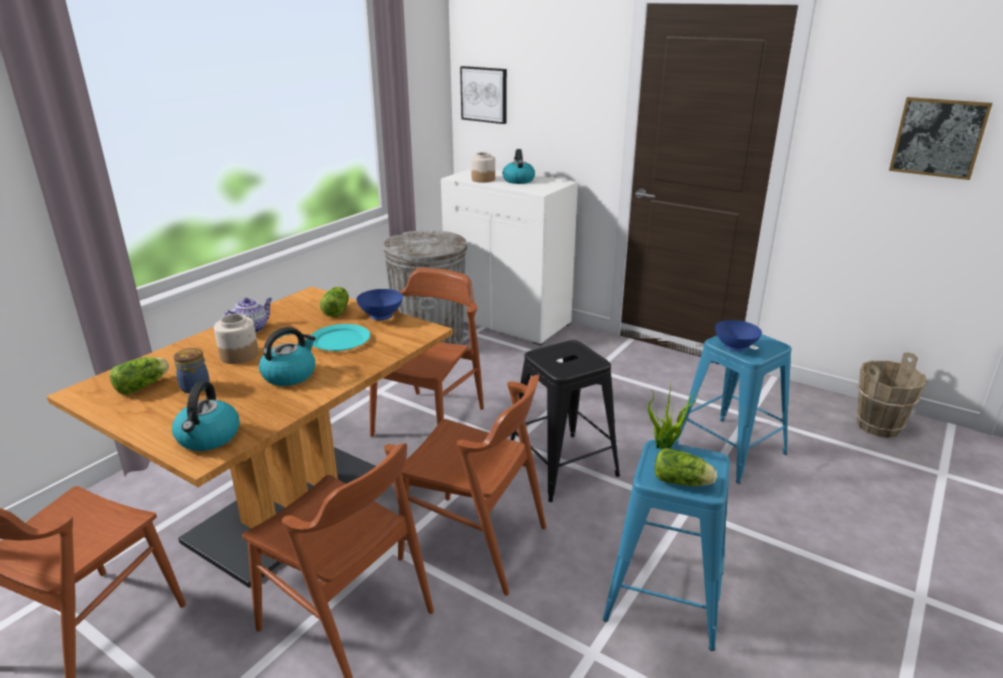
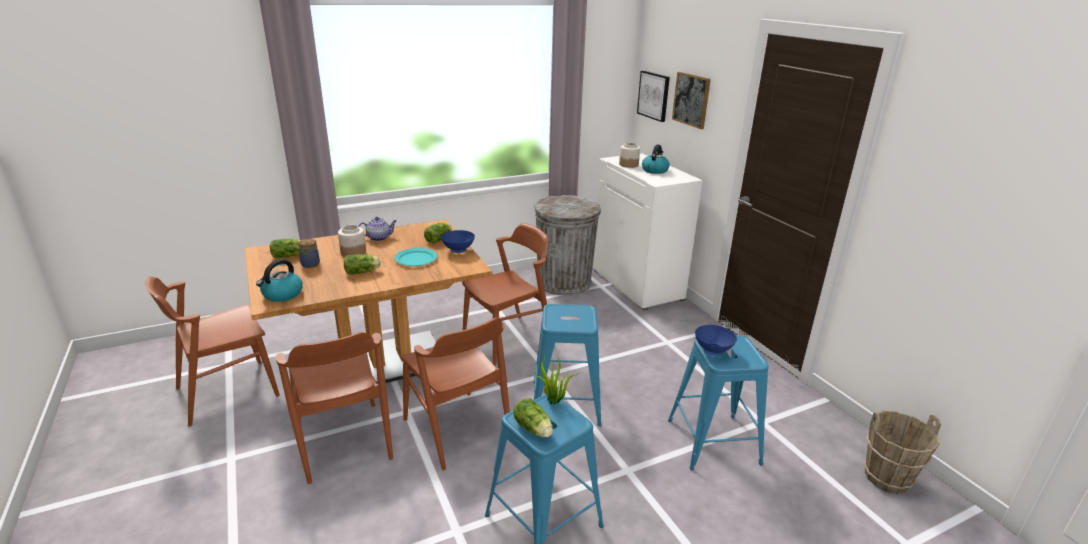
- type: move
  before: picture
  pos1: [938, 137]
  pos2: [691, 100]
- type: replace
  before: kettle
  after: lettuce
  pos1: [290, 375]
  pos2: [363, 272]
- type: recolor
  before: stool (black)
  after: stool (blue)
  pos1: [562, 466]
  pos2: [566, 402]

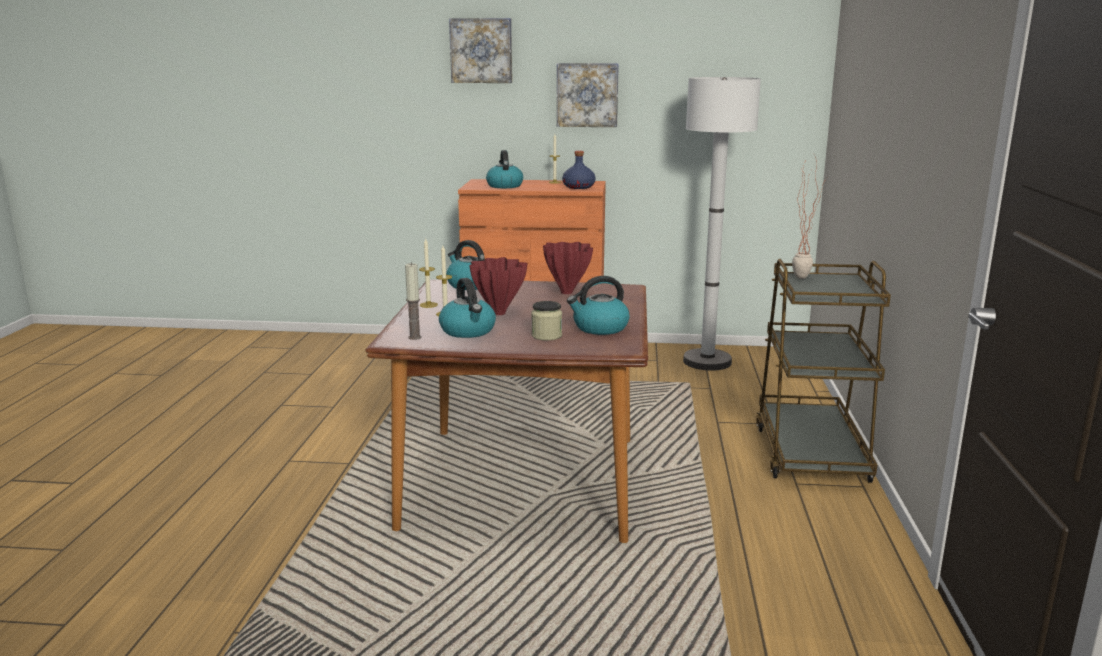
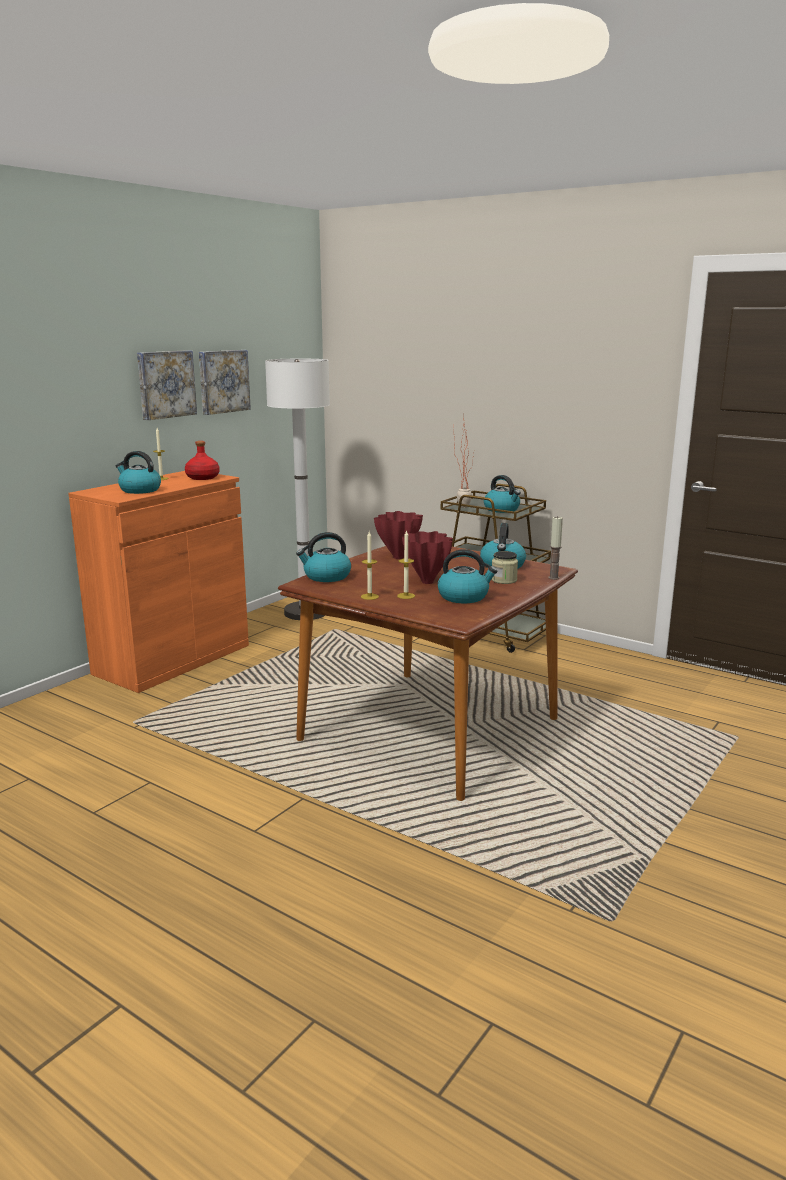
- type: move
  before: picture
  pos1: [481, 50]
  pos2: [222, 381]
- type: recolor
  before: bottle (blue)
  after: bottle (red)
  pos1: [578, 187]
  pos2: [203, 478]
- type: move
  before: candle
  pos1: [415, 337]
  pos2: [553, 578]
- type: insert
  after: kettle
  pos2: [502, 509]

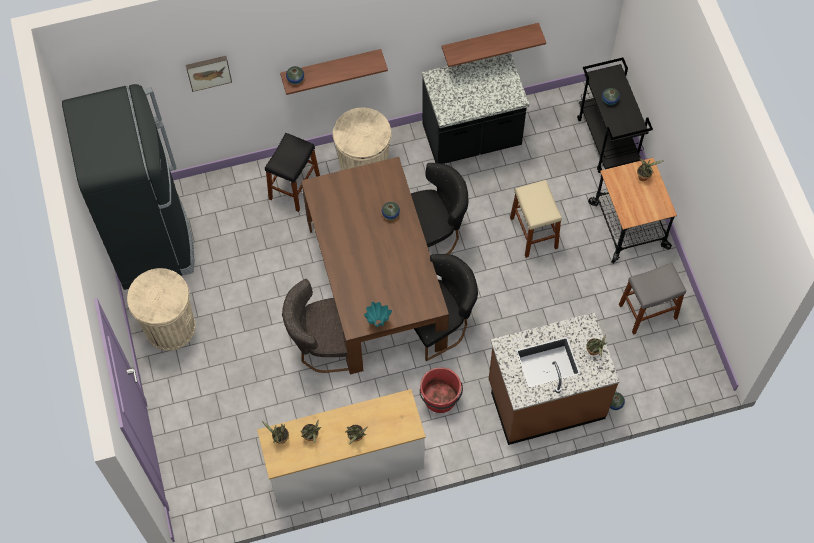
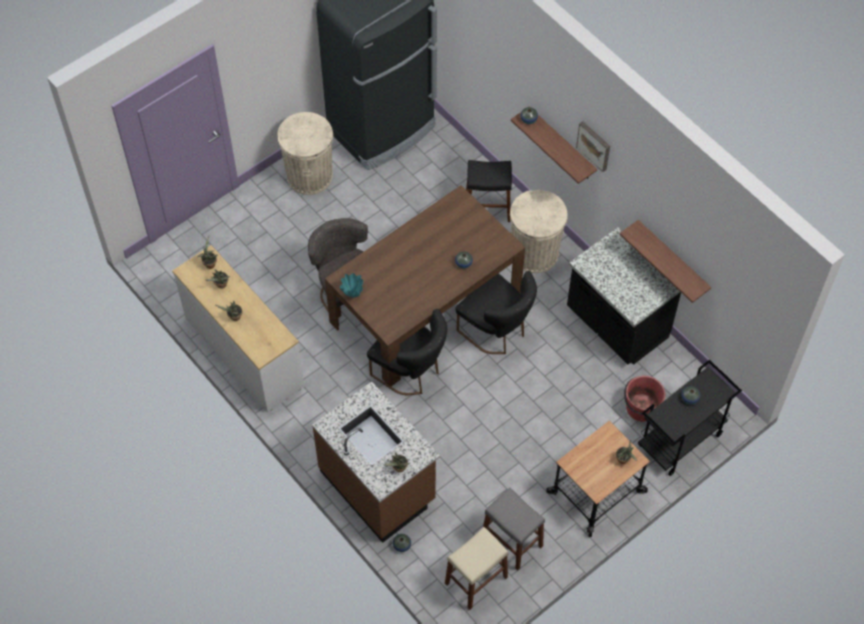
- type: move
  before: picture
  pos1: [208, 71]
  pos2: [594, 145]
- type: move
  before: stool (beige)
  pos1: [533, 233]
  pos2: [476, 580]
- type: move
  before: bucket (red)
  pos1: [440, 398]
  pos2: [641, 408]

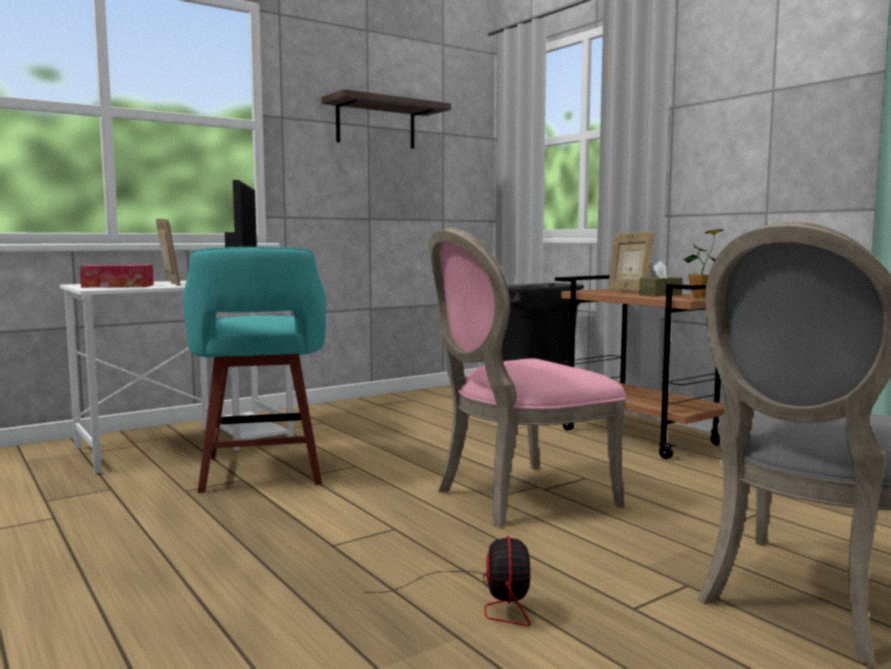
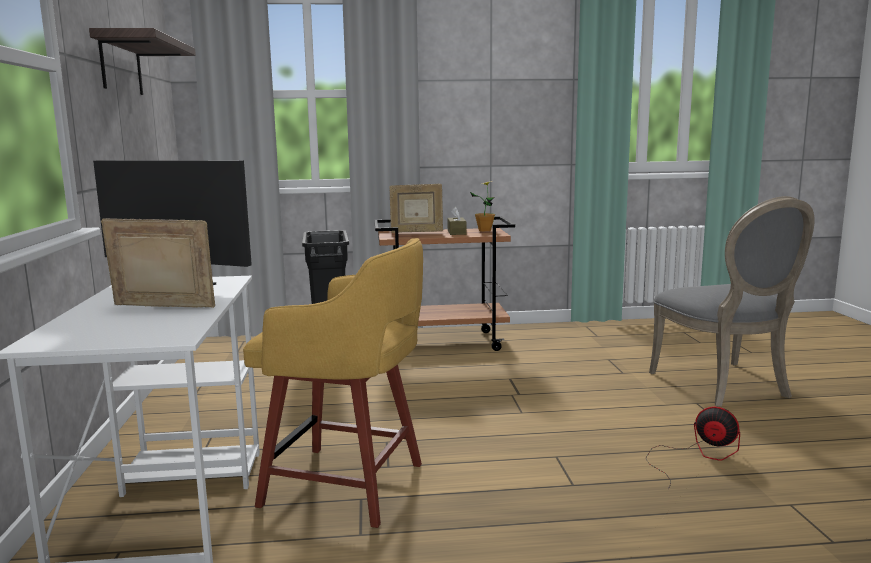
- type: delete
  before: chair (pink)
  pos1: [517, 497]
- type: recolor
  before: stool (turquoise)
  after: stool (yellow)
  pos1: [261, 472]
  pos2: [348, 486]
- type: delete
  before: tissue box
  pos1: [118, 286]

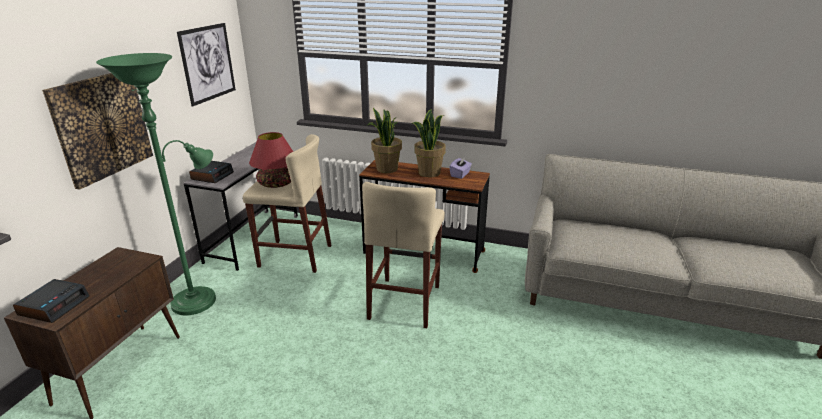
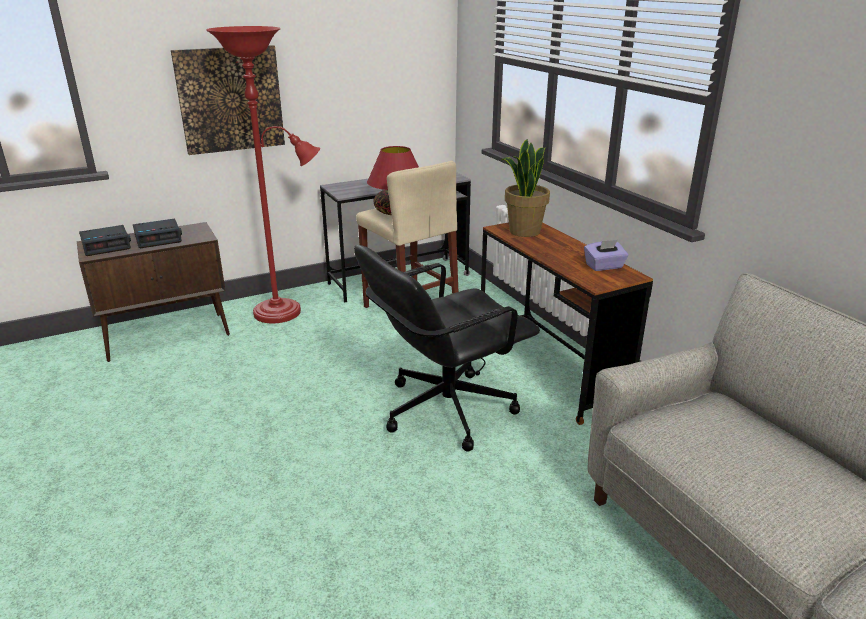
- type: delete
  before: picture
  pos1: [208, 63]
- type: recolor
  before: floor lamp (green)
  after: floor lamp (red)
  pos1: [199, 299]
  pos2: [284, 312]
- type: delete
  before: potted plant
  pos1: [429, 173]
- type: move
  before: alarm clock
  pos1: [212, 176]
  pos2: [158, 238]
- type: replace
  before: stool (beige)
  after: office chair (black)
  pos1: [405, 302]
  pos2: [445, 409]

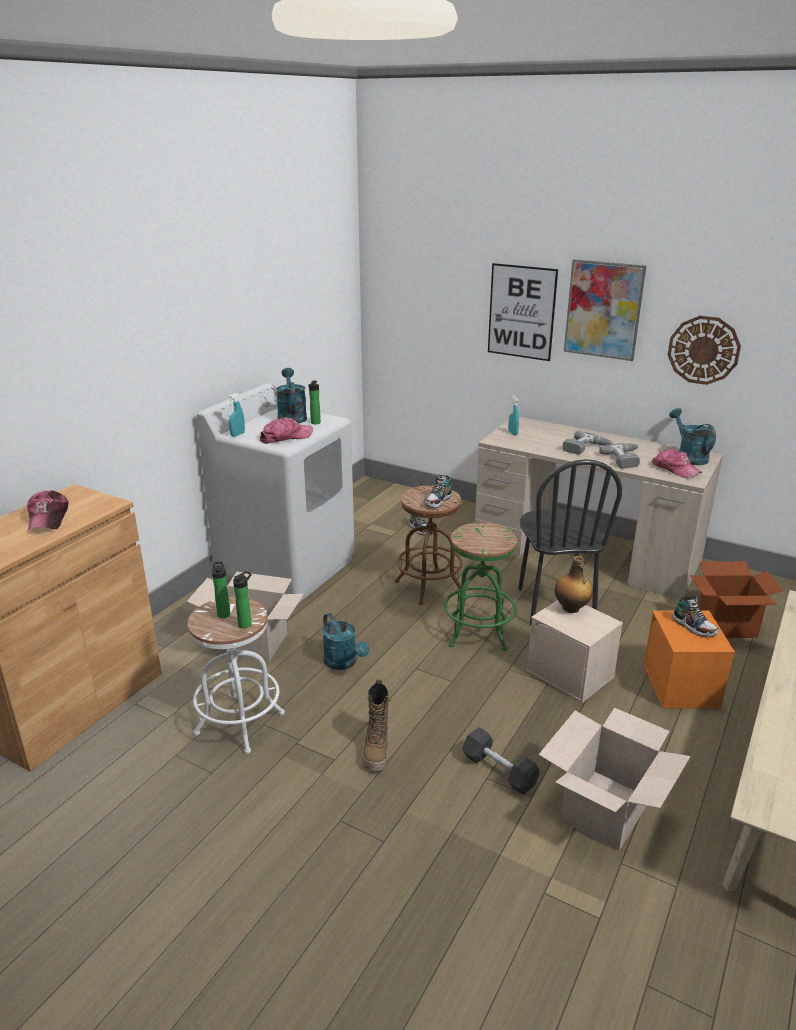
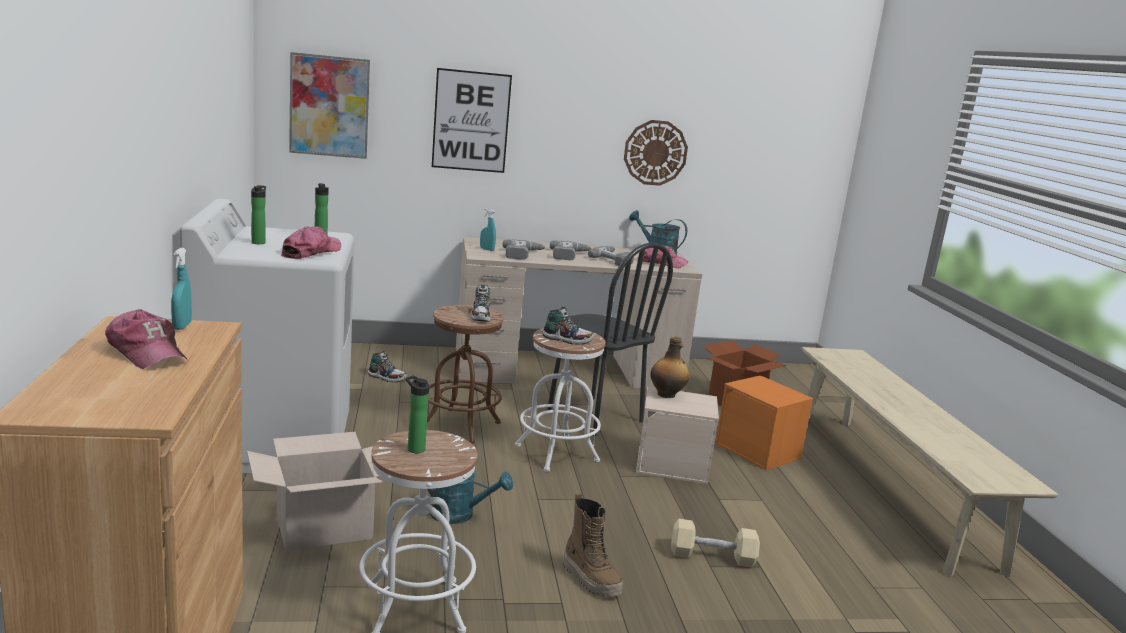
- type: move
  before: picture
  pos1: [603, 310]
  pos2: [329, 106]
- type: delete
  before: watering can (turquoise)
  pos1: [291, 416]
- type: move
  before: spray bottle (turquoise)
  pos1: [237, 434]
  pos2: [182, 326]
- type: recolor
  before: stool (green)
  after: stool (white)
  pos1: [478, 632]
  pos2: [556, 453]
- type: move
  before: bottle
  pos1: [246, 623]
  pos2: [259, 242]
- type: move
  before: shoe
  pos1: [694, 627]
  pos2: [567, 340]
- type: delete
  before: cardboard box
  pos1: [606, 810]
- type: recolor
  before: dumbbell (black)
  after: dumbbell (beige)
  pos1: [499, 770]
  pos2: [712, 556]
- type: insert
  after: power drill
  pos2: [523, 254]

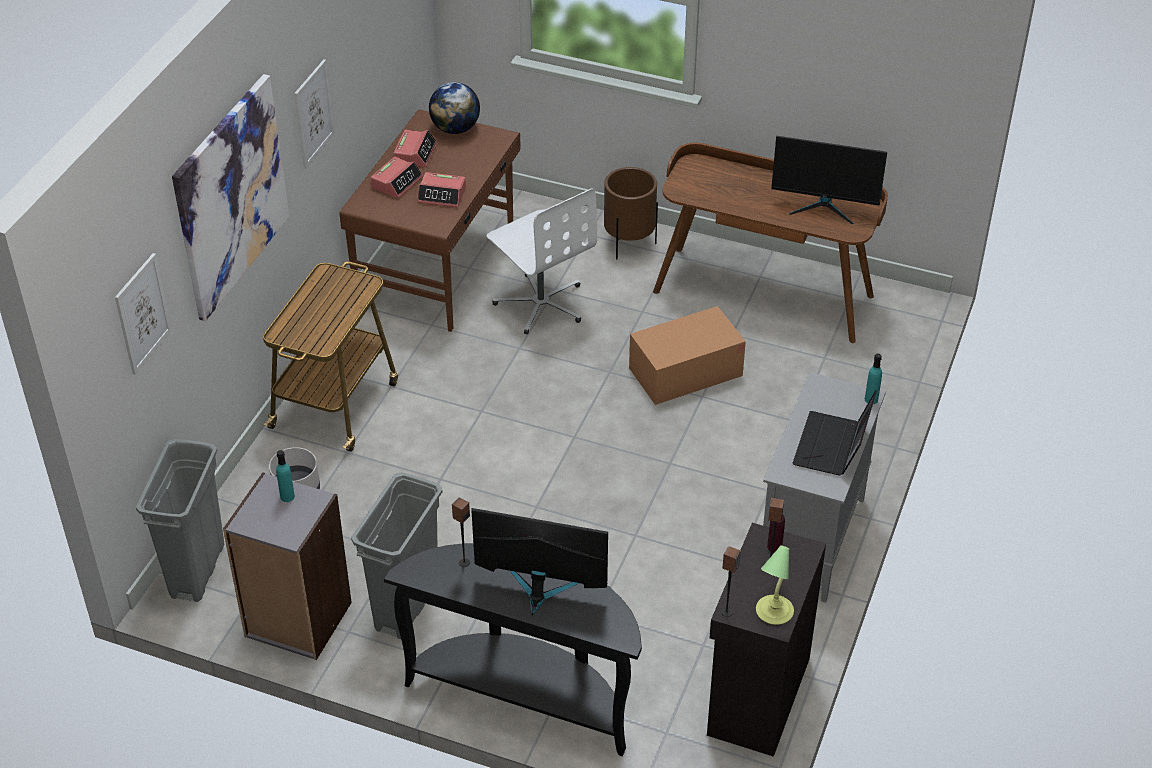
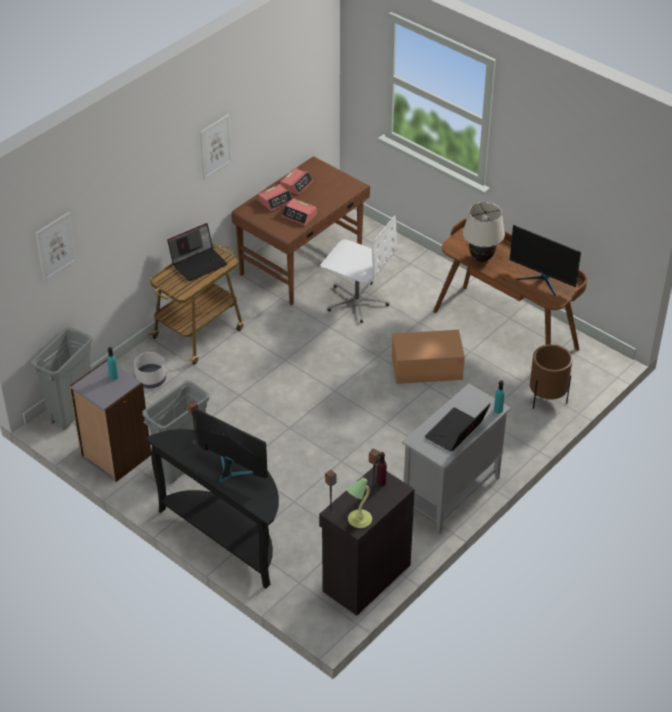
- type: delete
  before: picture
  pos1: [231, 196]
- type: delete
  before: globe
  pos1: [455, 129]
- type: move
  before: planter (brown)
  pos1: [629, 244]
  pos2: [547, 399]
- type: rotate
  before: office chair (white)
  pos1: [541, 303]
  pos2: [356, 301]
  turn: -45
- type: insert
  after: table lamp (beige)
  pos2: [481, 258]
- type: insert
  after: laptop
  pos2: [199, 263]

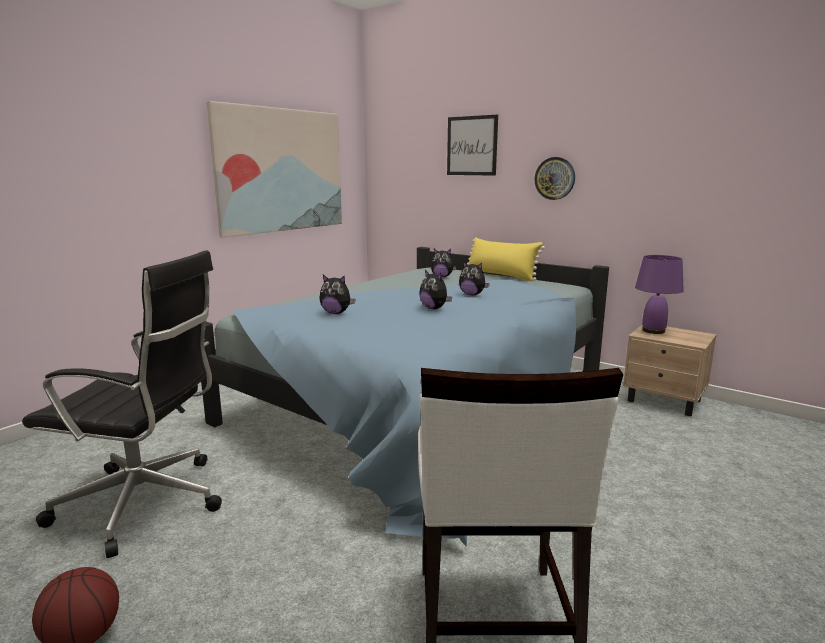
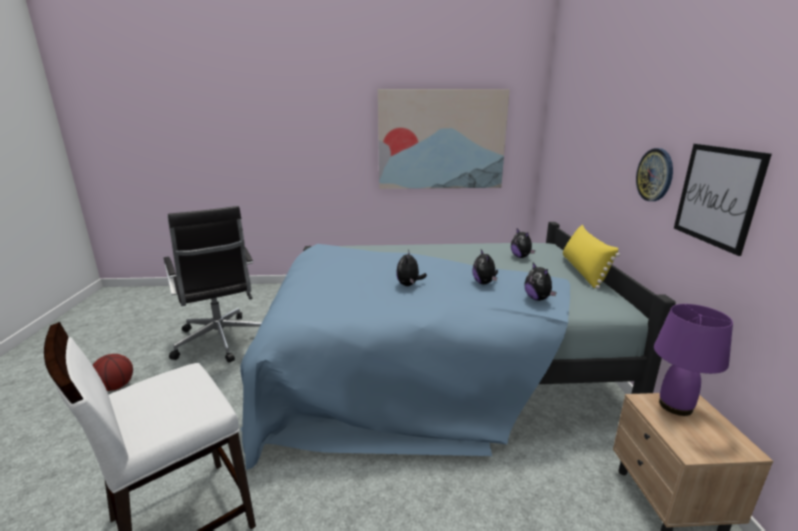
- type: move
  before: picture
  pos1: [472, 146]
  pos2: [717, 196]
- type: move
  before: plush toy
  pos1: [336, 313]
  pos2: [538, 299]

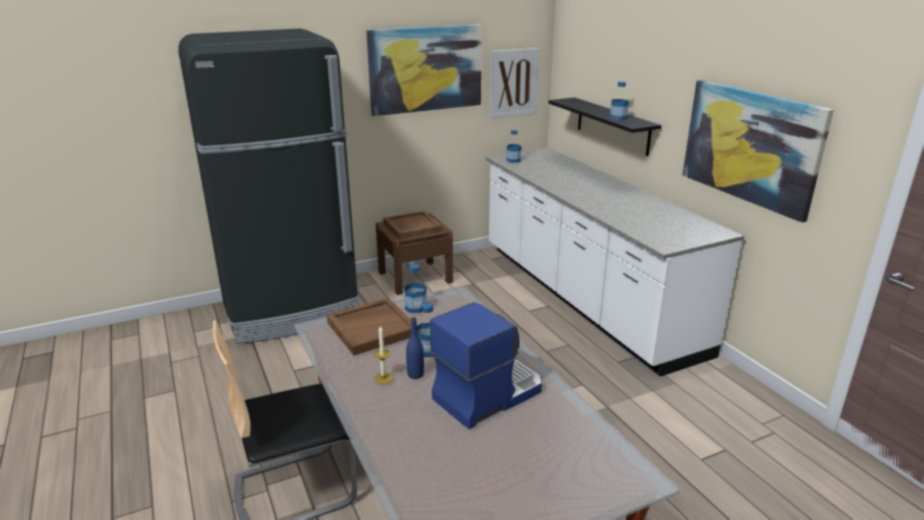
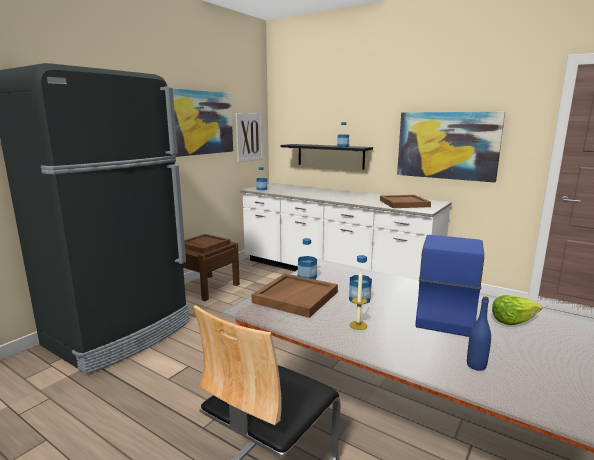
- type: move
  before: bottle (blue)
  pos1: [415, 374]
  pos2: [476, 365]
- type: insert
  after: tray (brown)
  pos2: [404, 203]
- type: insert
  after: lettuce
  pos2: [512, 321]

